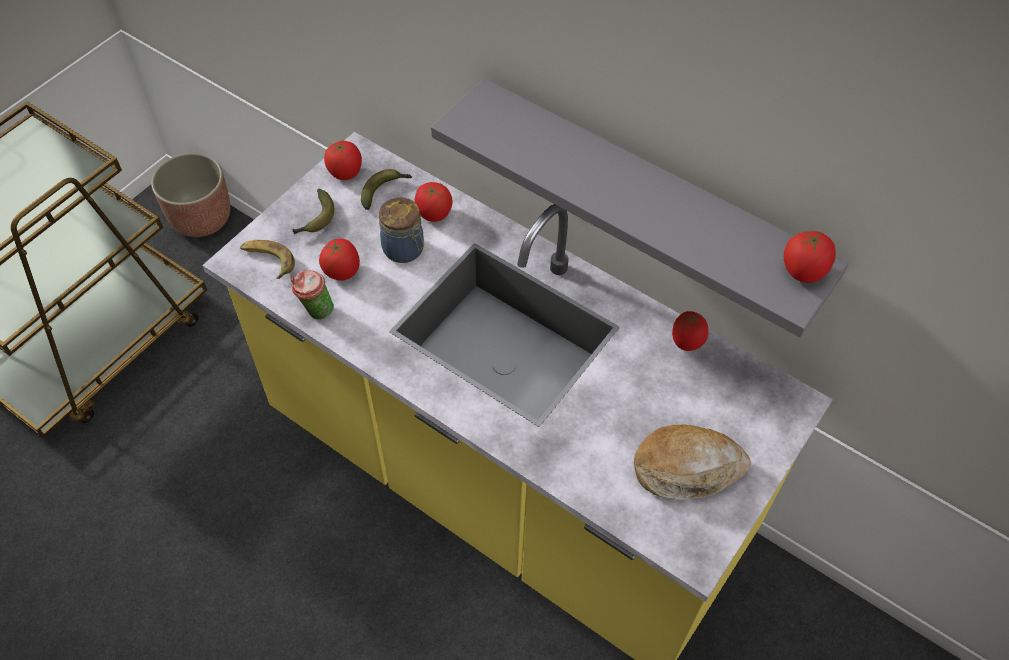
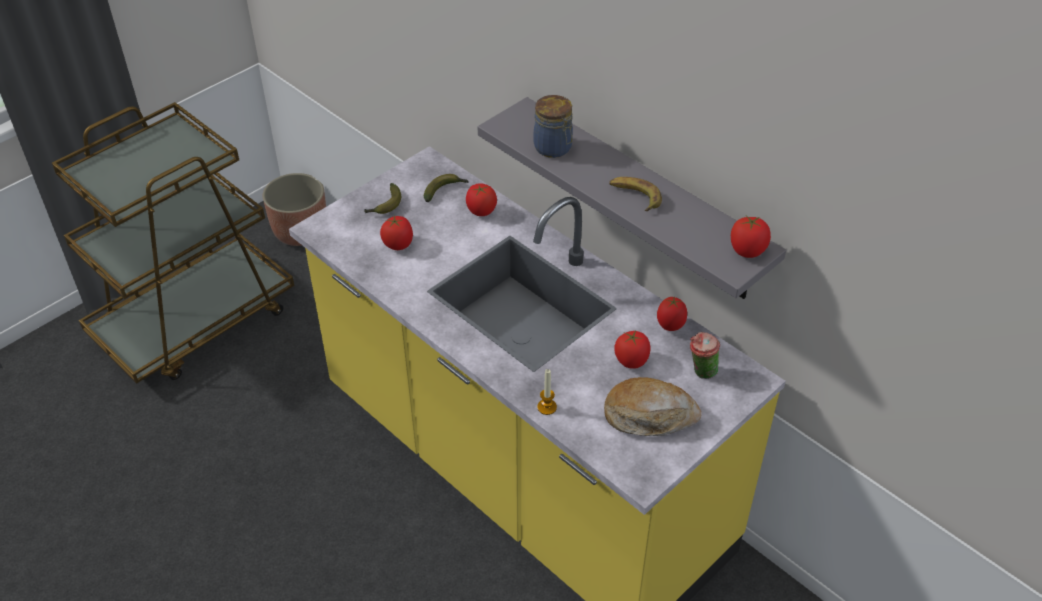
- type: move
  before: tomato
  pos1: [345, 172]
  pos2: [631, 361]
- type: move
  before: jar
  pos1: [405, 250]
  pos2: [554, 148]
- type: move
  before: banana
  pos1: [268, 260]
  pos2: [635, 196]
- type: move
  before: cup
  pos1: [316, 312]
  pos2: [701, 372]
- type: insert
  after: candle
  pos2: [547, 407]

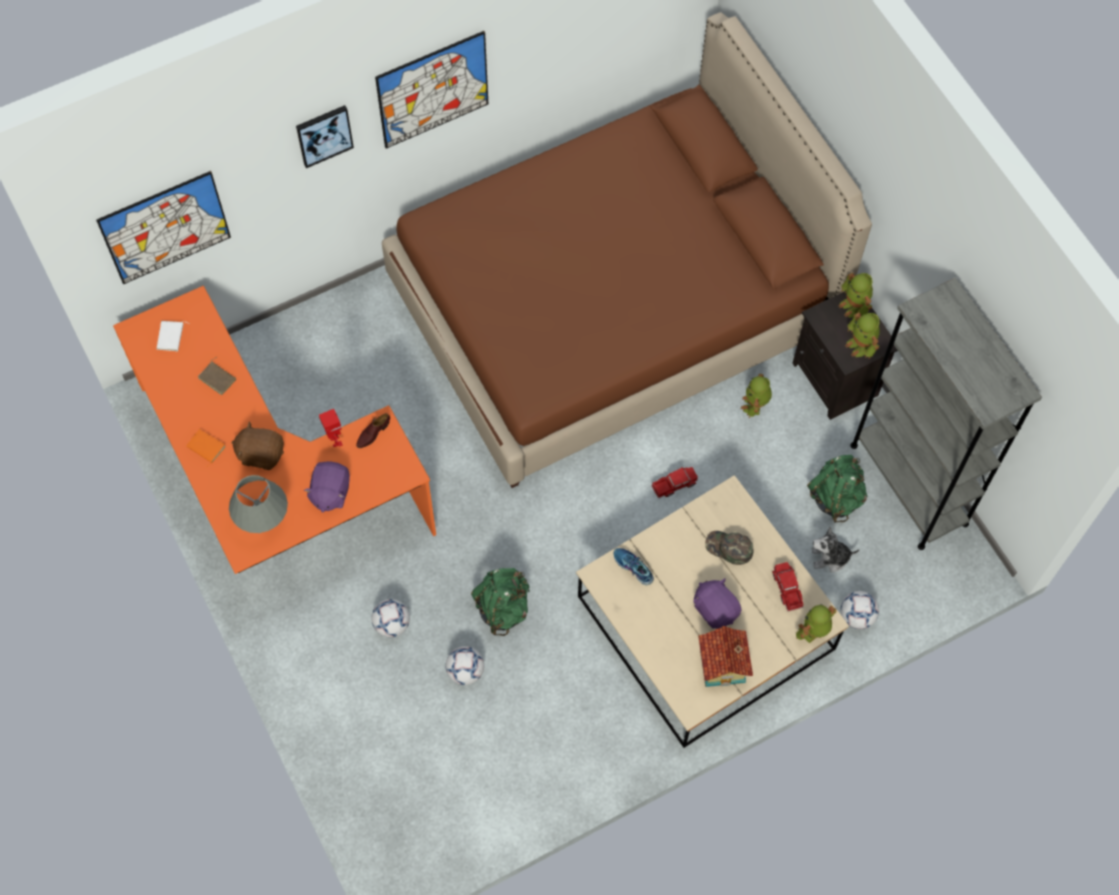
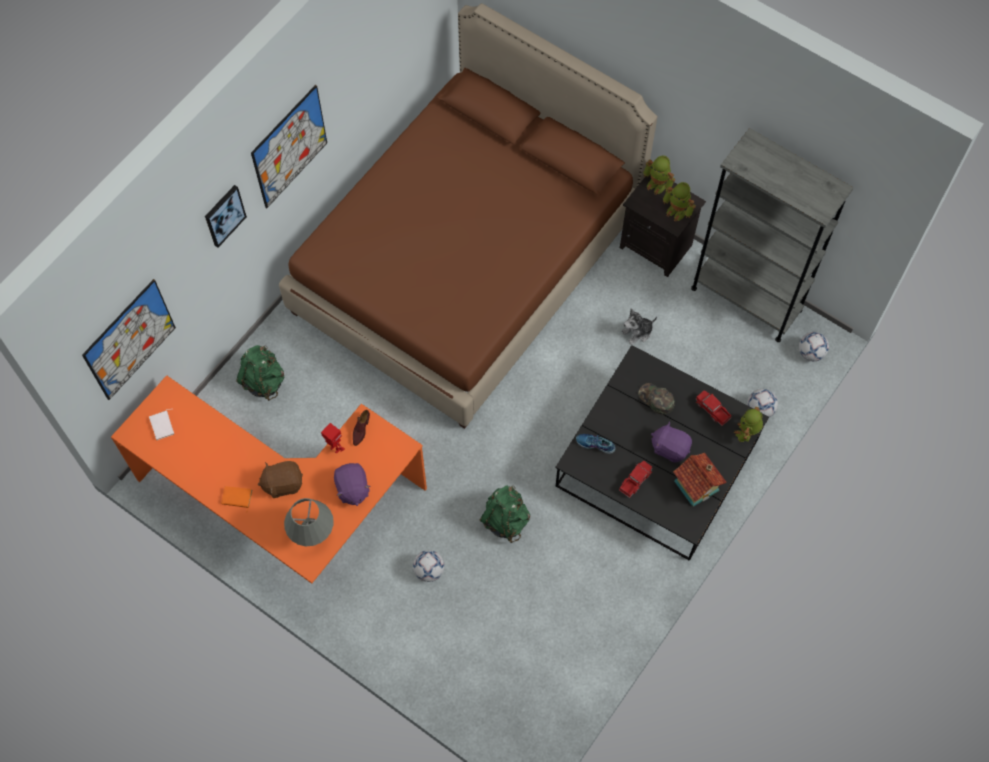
- type: delete
  before: book (brown)
  pos1: [218, 378]
- type: delete
  before: toy robot
  pos1: [755, 405]
- type: move
  before: backpack (green)
  pos1: [836, 496]
  pos2: [264, 381]
- type: move
  before: toy truck
  pos1: [674, 484]
  pos2: [635, 481]
- type: recolor
  before: coffee table (beige)
  after: coffee table (black)
  pos1: [705, 622]
  pos2: [657, 463]
- type: move
  before: plush toy
  pos1: [830, 558]
  pos2: [638, 332]
- type: rotate
  before: cap (green)
  pos1: [728, 548]
  pos2: [656, 399]
  turn: 45
- type: move
  before: football
  pos1: [465, 671]
  pos2: [810, 353]

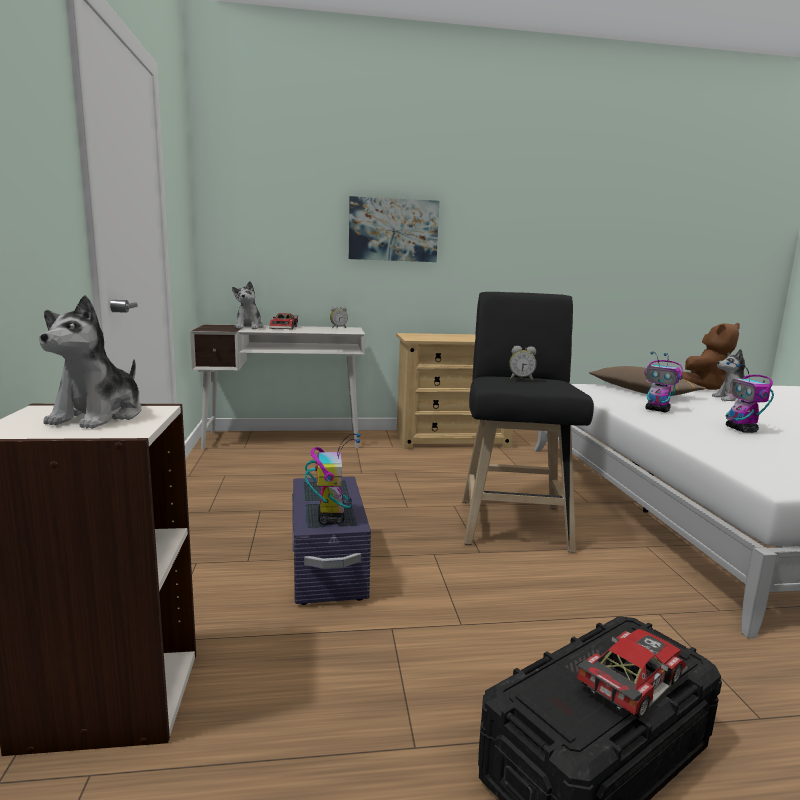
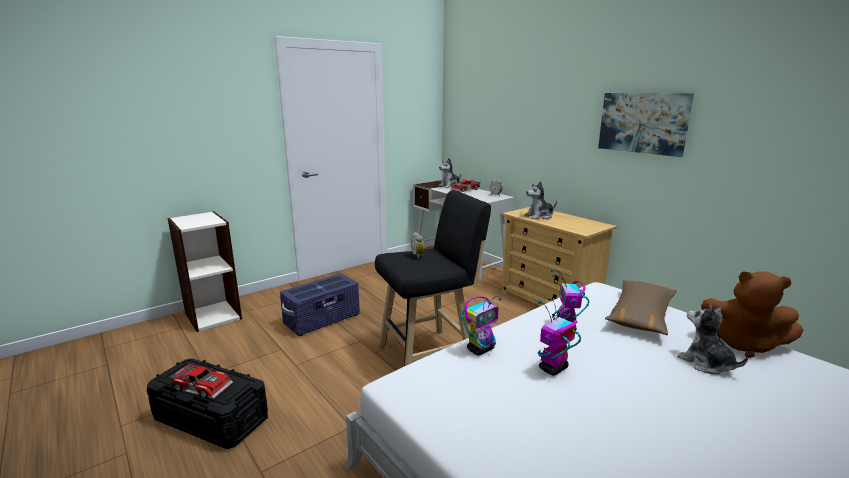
- type: move
  before: picture
  pos1: [393, 230]
  pos2: [643, 123]
- type: move
  before: plush toy
  pos1: [99, 416]
  pos2: [539, 216]
- type: move
  before: toy robot
  pos1: [330, 518]
  pos2: [480, 349]

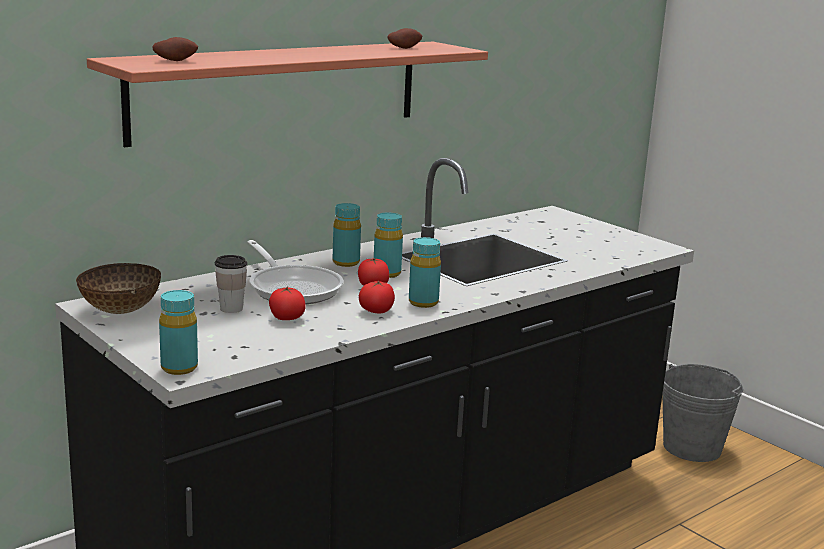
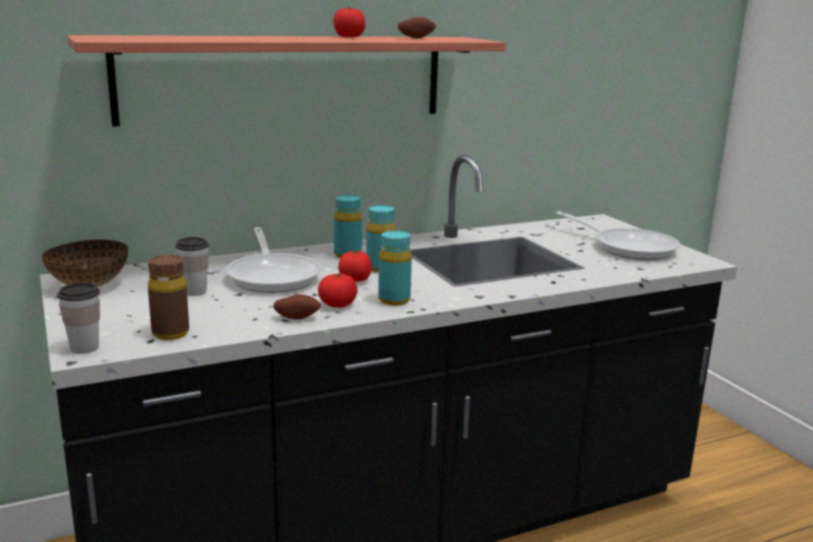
- type: move
  before: potato
  pos1: [175, 60]
  pos2: [297, 317]
- type: move
  before: tomato
  pos1: [286, 318]
  pos2: [348, 37]
- type: replace
  before: bottle (turquoise)
  after: cup
  pos1: [179, 368]
  pos2: [84, 347]
- type: delete
  before: bucket (grey)
  pos1: [692, 447]
- type: insert
  after: frying pan
  pos2: [628, 247]
- type: insert
  after: bottle (brown)
  pos2: [170, 333]

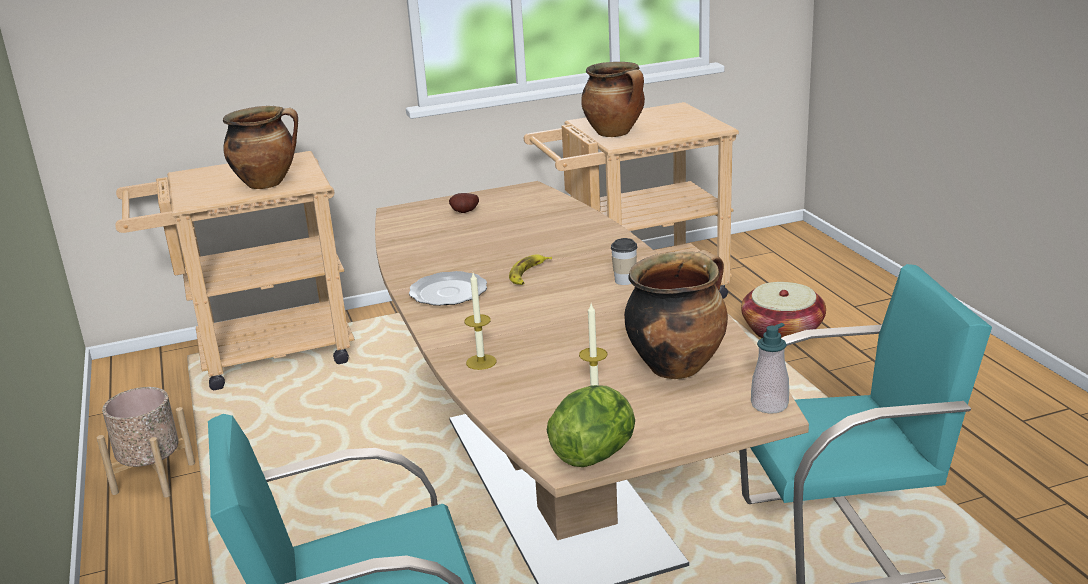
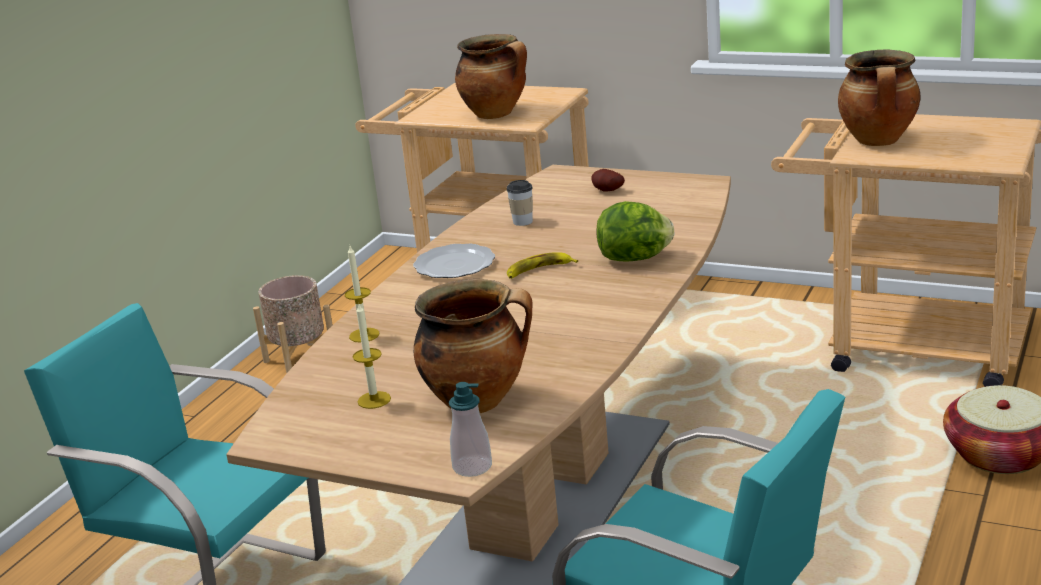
- type: move
  before: cup
  pos1: [624, 280]
  pos2: [522, 222]
- type: move
  before: lettuce
  pos1: [595, 454]
  pos2: [635, 258]

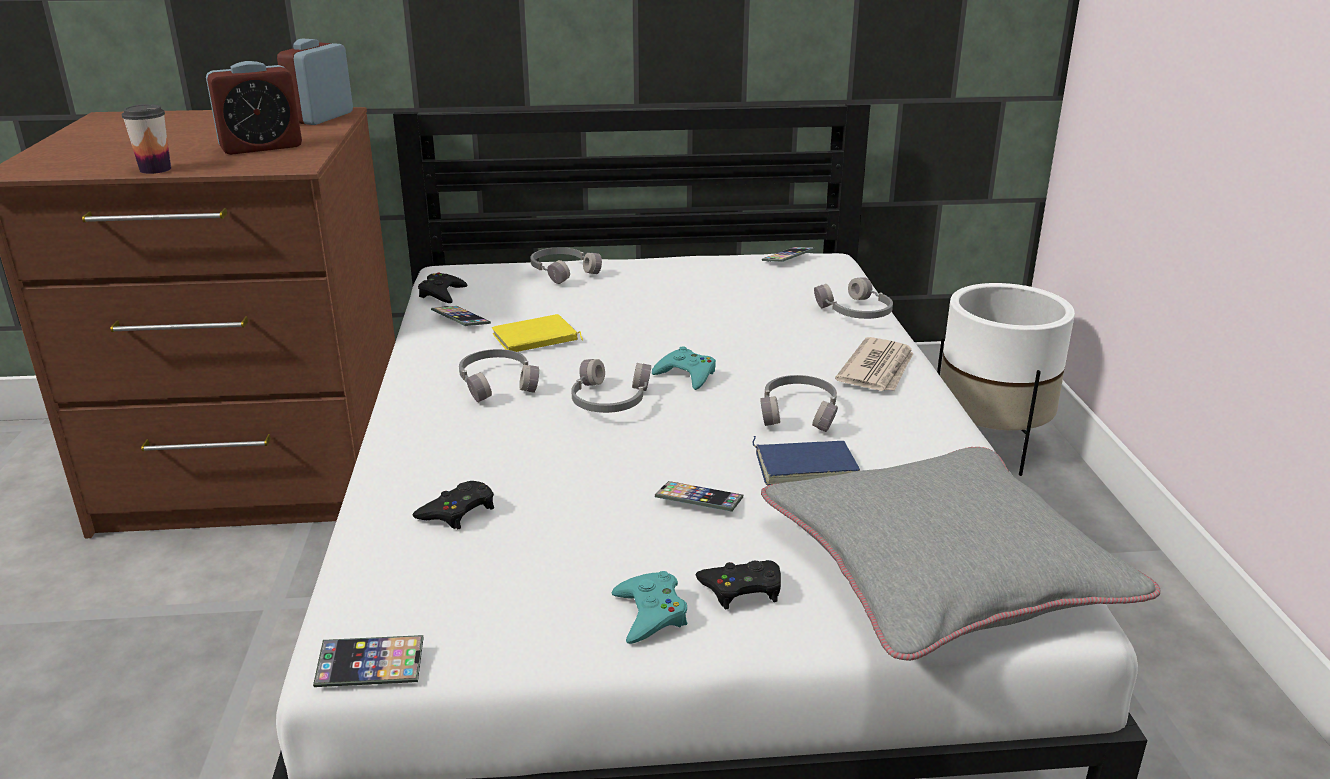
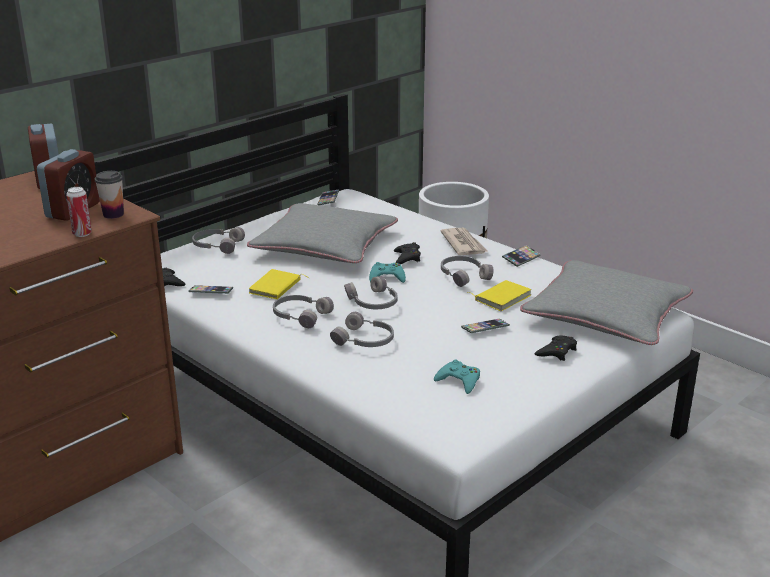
- type: move
  before: cup
  pos1: [155, 169]
  pos2: [113, 214]
- type: move
  before: headphones (grey)
  pos1: [855, 312]
  pos2: [364, 340]
- type: recolor
  before: book (blue)
  after: book (yellow)
  pos1: [805, 466]
  pos2: [501, 297]
- type: move
  before: game controller (black)
  pos1: [458, 511]
  pos2: [407, 257]
- type: move
  before: game controller (turquoise)
  pos1: [650, 614]
  pos2: [459, 381]
- type: move
  before: phone
  pos1: [370, 667]
  pos2: [521, 258]
- type: insert
  after: can
  pos2: [82, 234]
- type: insert
  after: pillow (grey)
  pos2: [325, 245]

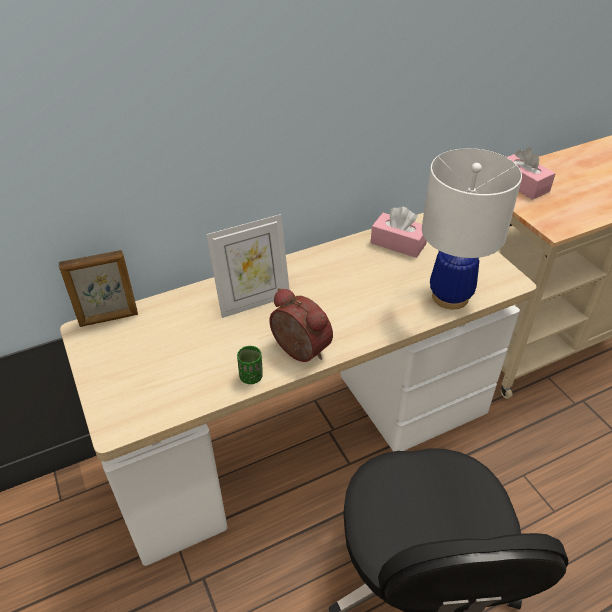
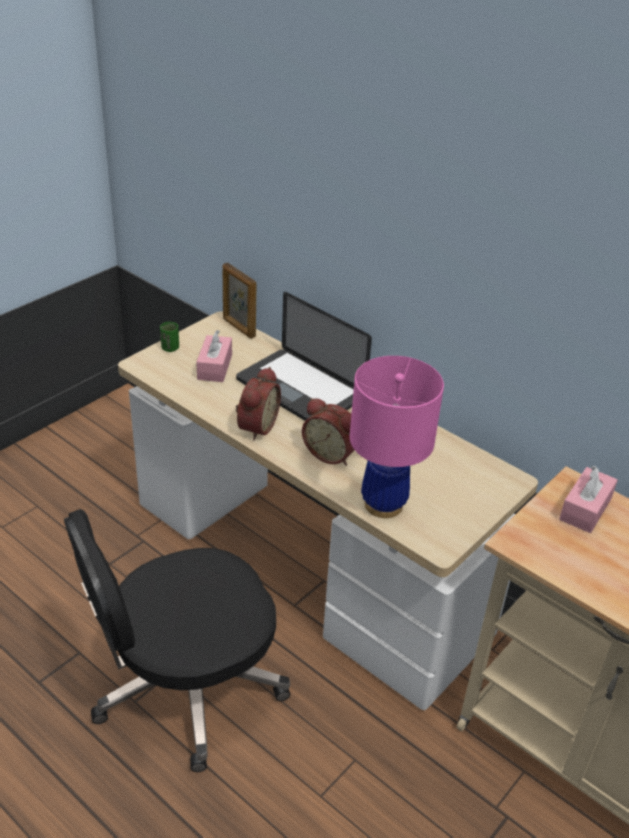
- type: recolor
  before: table lamp (white)
  after: table lamp (pink)
  pos1: [449, 297]
  pos2: [383, 504]
- type: move
  before: tissue box (pink)
  pos1: [398, 243]
  pos2: [215, 367]
- type: replace
  before: picture frame
  after: laptop
  pos1: [253, 302]
  pos2: [300, 389]
- type: move
  before: cup (green)
  pos1: [251, 377]
  pos2: [170, 348]
- type: insert
  after: alarm clock
  pos2: [332, 453]

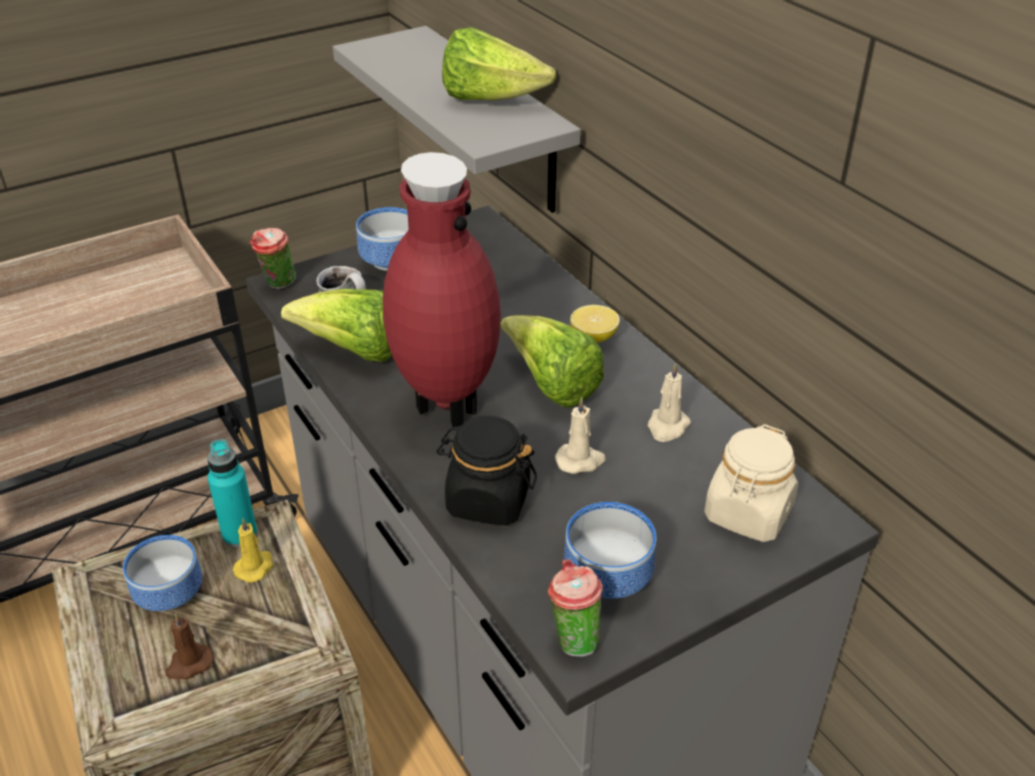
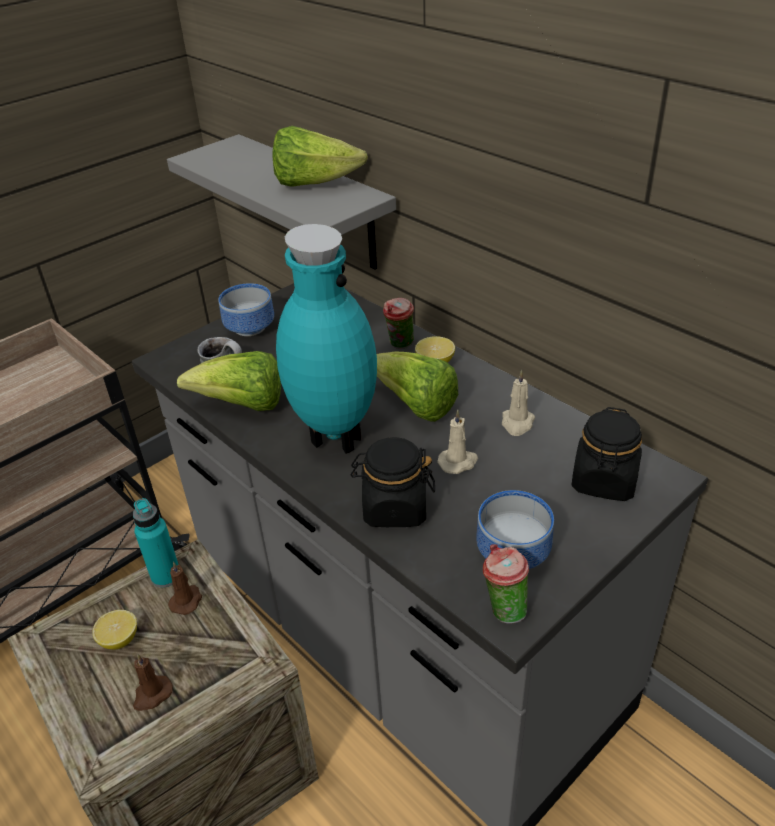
- type: recolor
  before: vase (red)
  after: vase (turquoise)
  pos1: [444, 407]
  pos2: [333, 438]
- type: move
  before: cup
  pos1: [277, 285]
  pos2: [400, 345]
- type: recolor
  before: jar (beige)
  after: jar (black)
  pos1: [748, 514]
  pos2: [604, 481]
- type: recolor
  before: candle (yellow)
  after: candle (brown)
  pos1: [255, 567]
  pos2: [187, 600]
- type: replace
  before: bowl
  after: lemon
  pos1: [170, 595]
  pos2: [119, 639]

